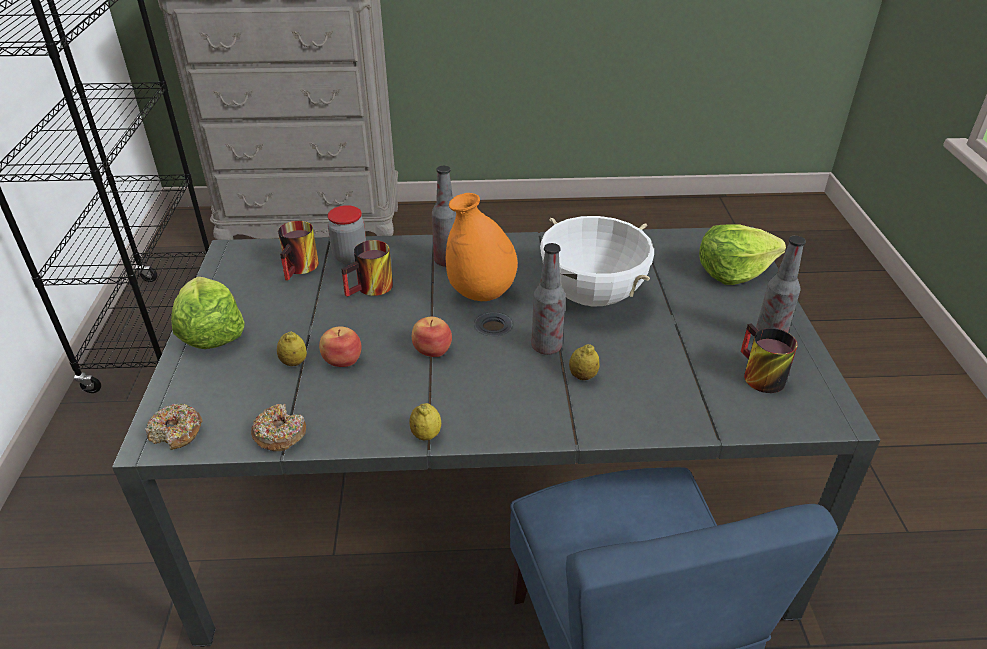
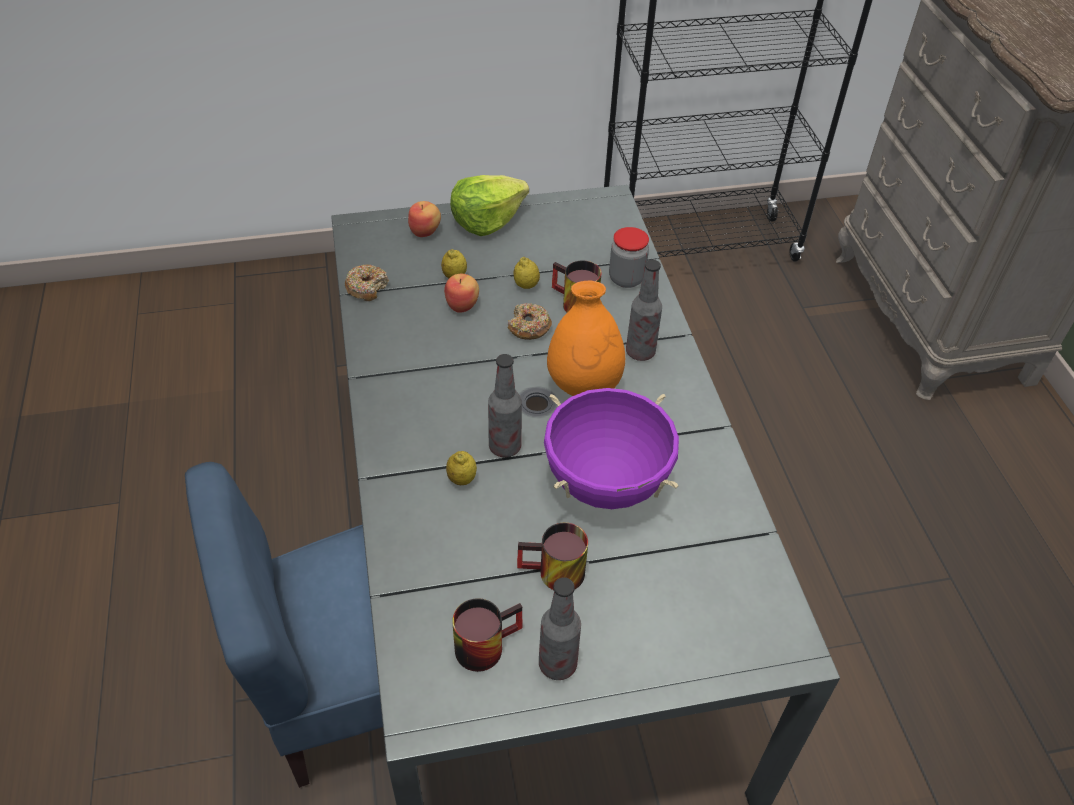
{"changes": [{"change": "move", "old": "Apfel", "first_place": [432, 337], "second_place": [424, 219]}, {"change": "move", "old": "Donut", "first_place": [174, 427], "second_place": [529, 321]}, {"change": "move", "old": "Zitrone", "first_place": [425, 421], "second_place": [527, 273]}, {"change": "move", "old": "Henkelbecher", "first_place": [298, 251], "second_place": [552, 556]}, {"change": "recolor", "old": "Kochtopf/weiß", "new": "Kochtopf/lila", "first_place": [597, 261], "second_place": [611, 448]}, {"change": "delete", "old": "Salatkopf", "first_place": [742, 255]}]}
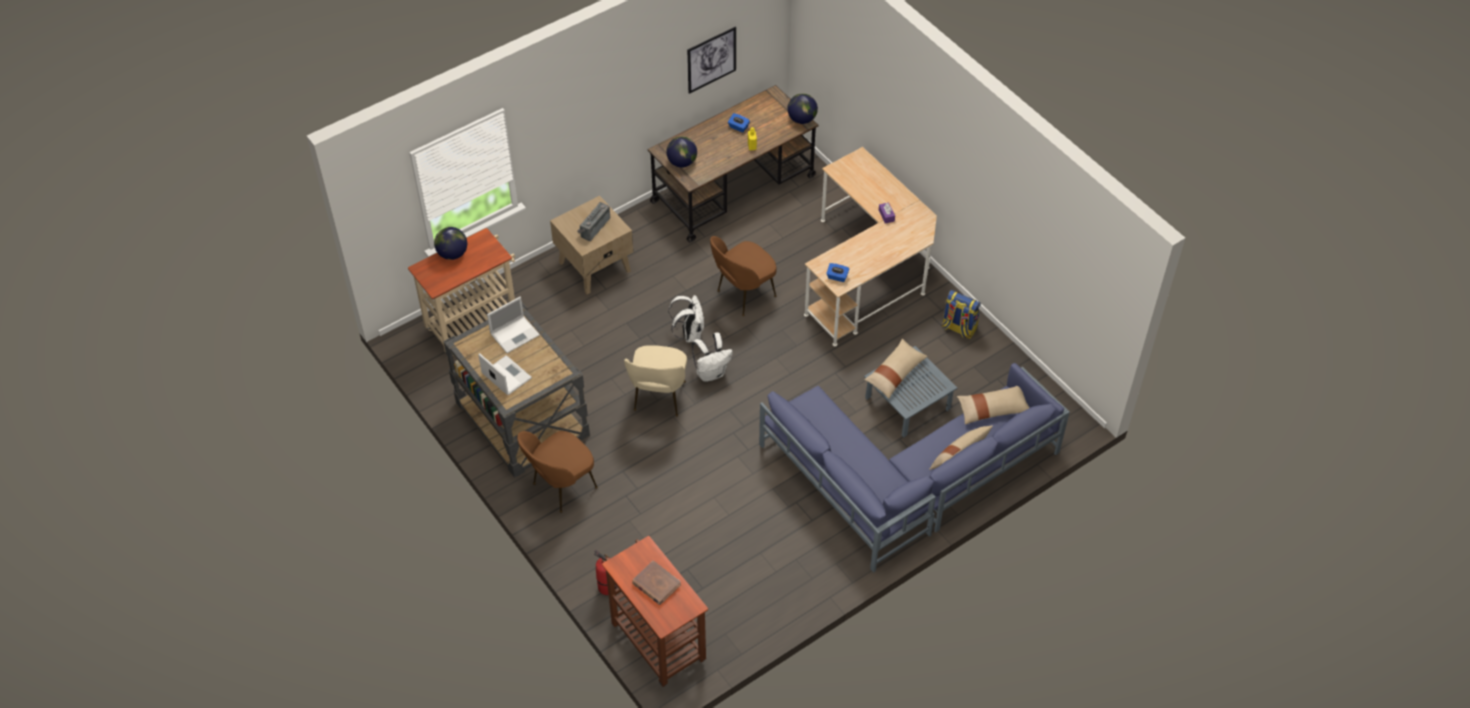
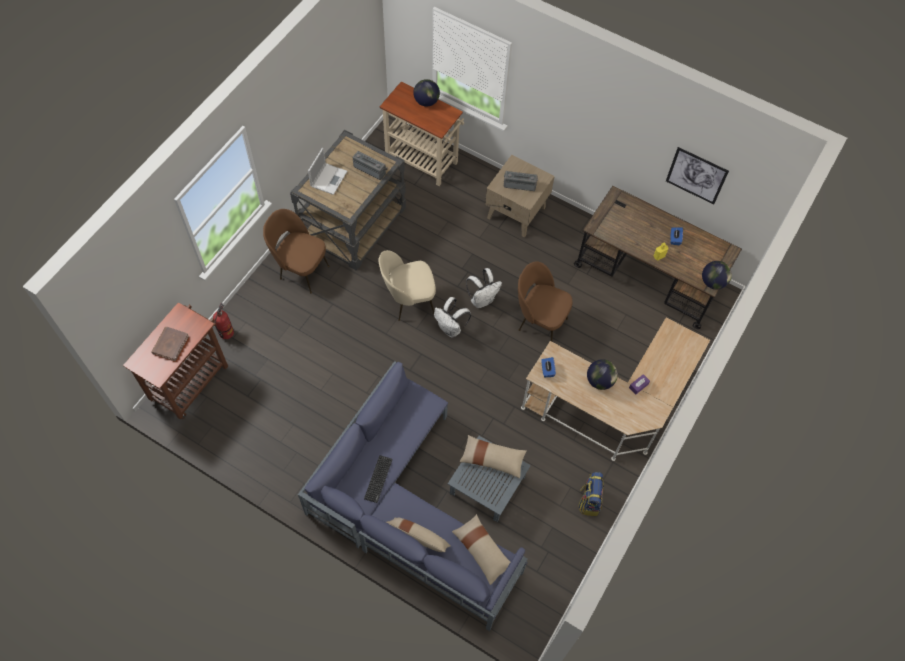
{"changes": [{"change": "replace", "old": "Laptop", "new": "Radio", "first_place": [513, 325], "second_place": [370, 165]}, {"change": "insert", "new": "Tastatur", "second_place": [378, 479]}, {"change": "move", "old": "Globus", "first_place": [681, 152], "second_place": [602, 374]}]}
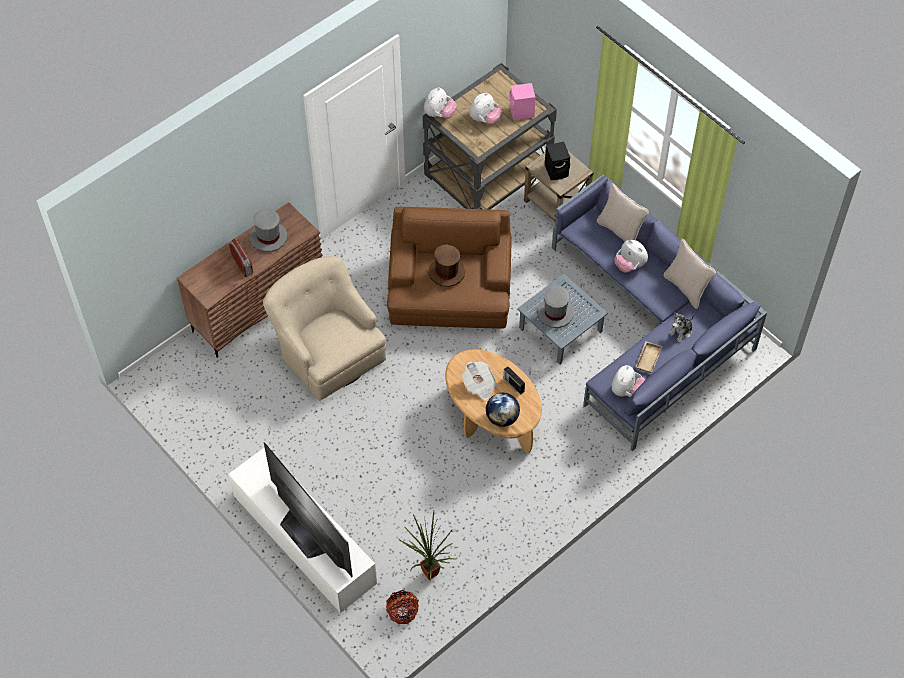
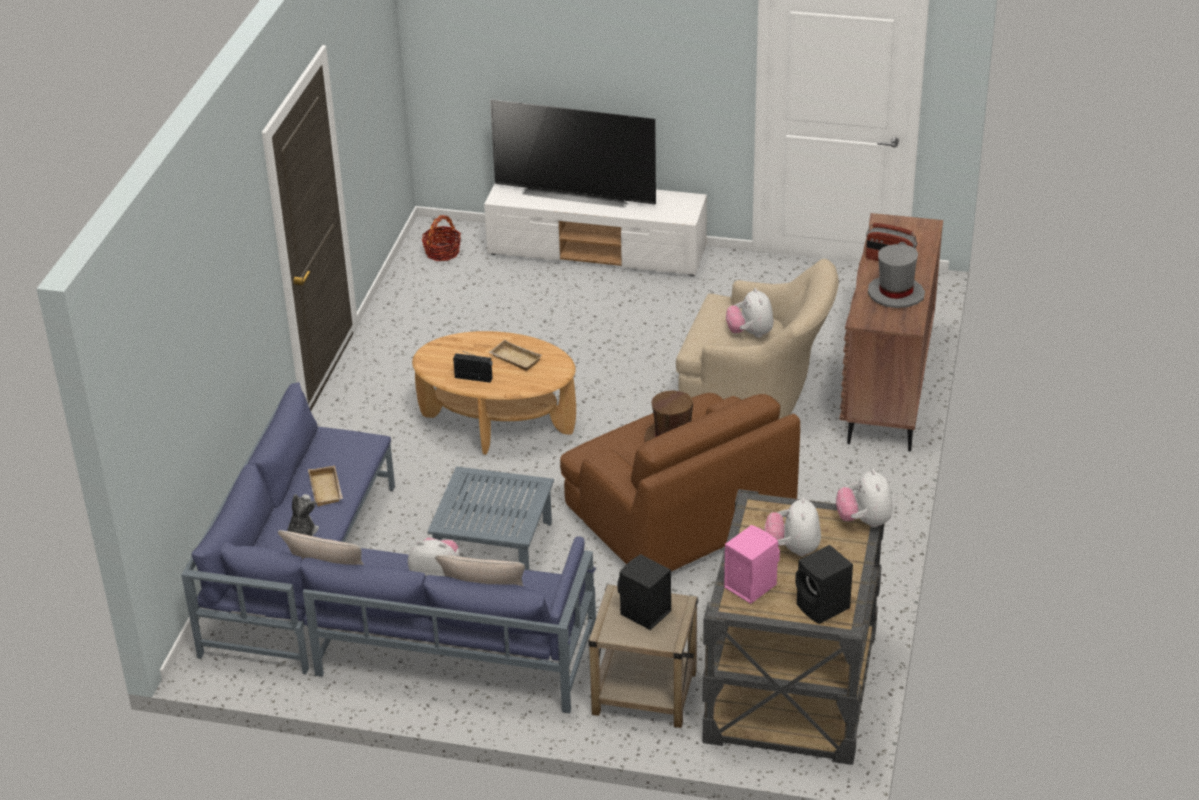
{"changes": [{"change": "replace", "old": "Zeitung", "new": "Tablett/beige", "first_place": [479, 380], "second_place": [515, 355]}, {"change": "move", "old": "Plüschtier", "first_place": [628, 381], "second_place": [750, 313]}, {"change": "insert", "new": "Lautsprecher/schwarz", "second_place": [824, 584]}, {"change": "delete", "old": "Topfpflanze", "first_place": [428, 546]}, {"change": "delete", "old": "Globus", "first_place": [503, 410]}, {"change": "delete", "old": "Hut/grau", "first_place": [555, 307]}]}
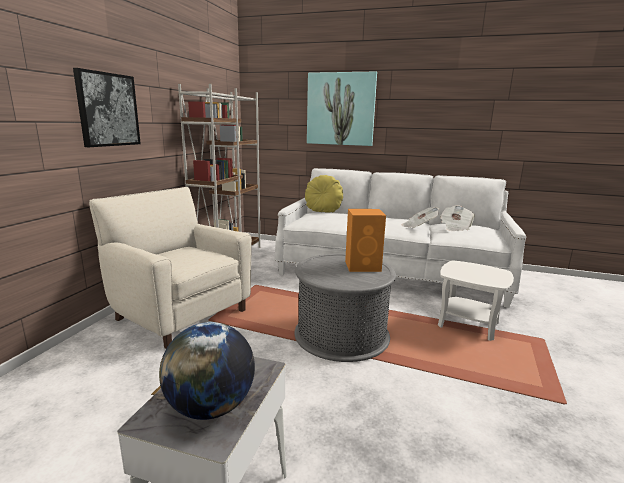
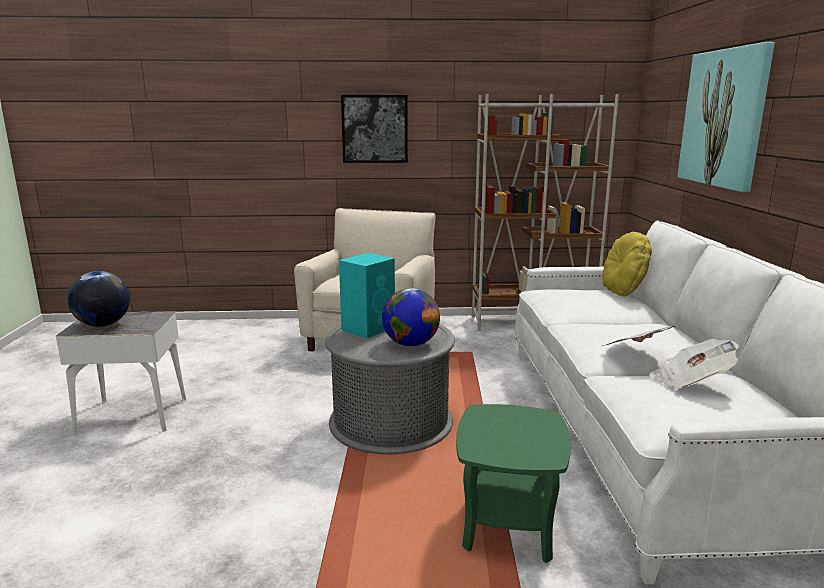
{"changes": [{"change": "insert", "new": "Lautsprecher/türkis", "second_place": [367, 296]}, {"change": "replace", "old": "Lautsprecher/orange", "new": "Globus", "first_place": [365, 240], "second_place": [411, 317]}, {"change": "recolor", "old": "Beistelltisch/weiß", "new": "Beistelltisch/grün", "first_place": [476, 300], "second_place": [513, 483]}]}
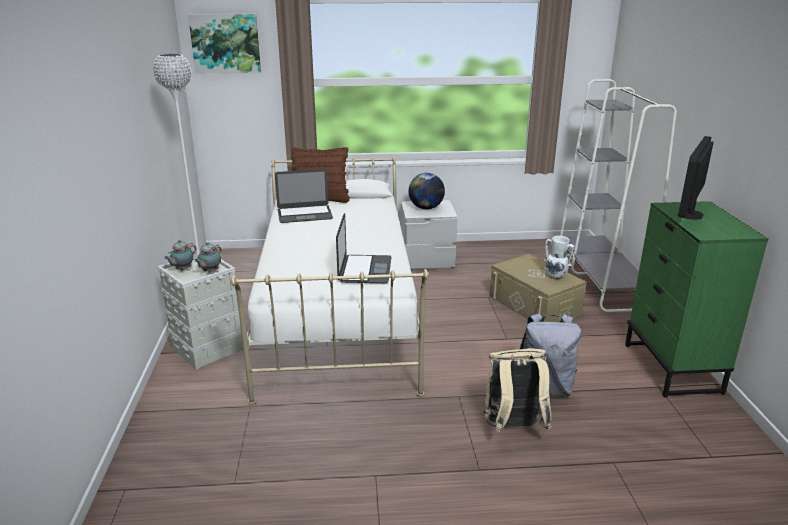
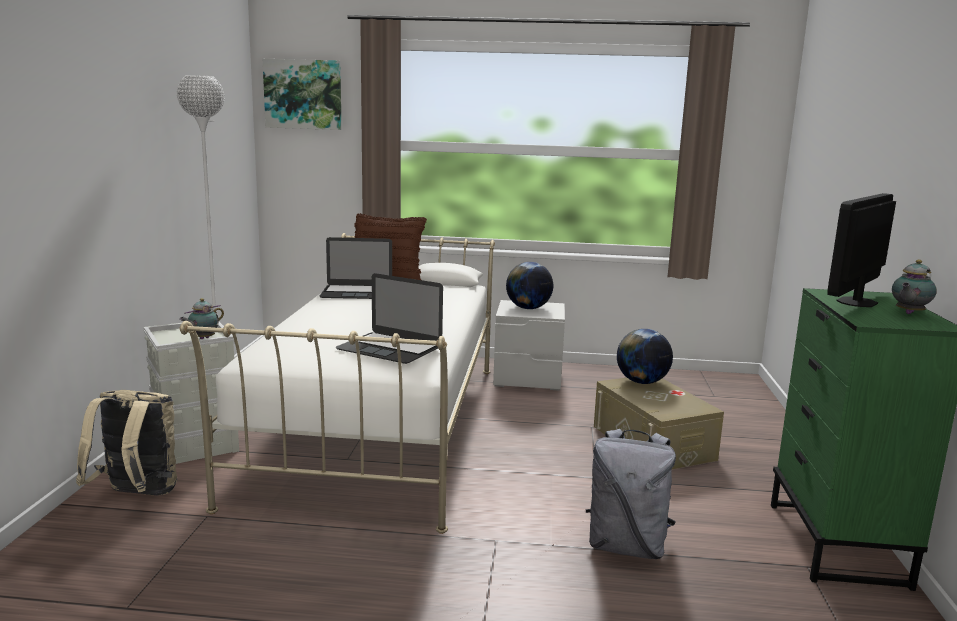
{"changes": [{"change": "move", "old": "Rucksack/beige", "first_place": [518, 390], "second_place": [126, 442]}, {"change": "rotate", "old": "Laptop", "first_place": [363, 248], "second_place": [389, 318], "degrees": 105}, {"change": "insert", "new": "Globus", "second_place": [645, 356]}, {"change": "move", "old": "Teekanne", "first_place": [180, 255], "second_place": [914, 287]}, {"change": "delete", "old": "Vase/weiß", "first_place": [559, 257]}, {"change": "delete", "old": "Kleiderständer/grau", "first_place": [618, 195]}]}
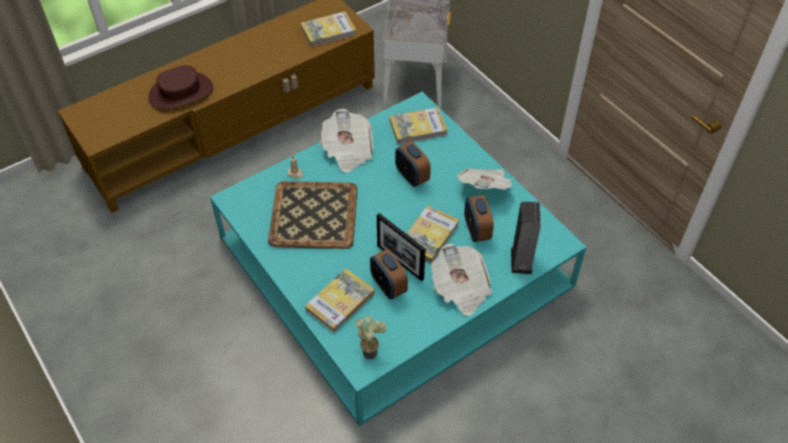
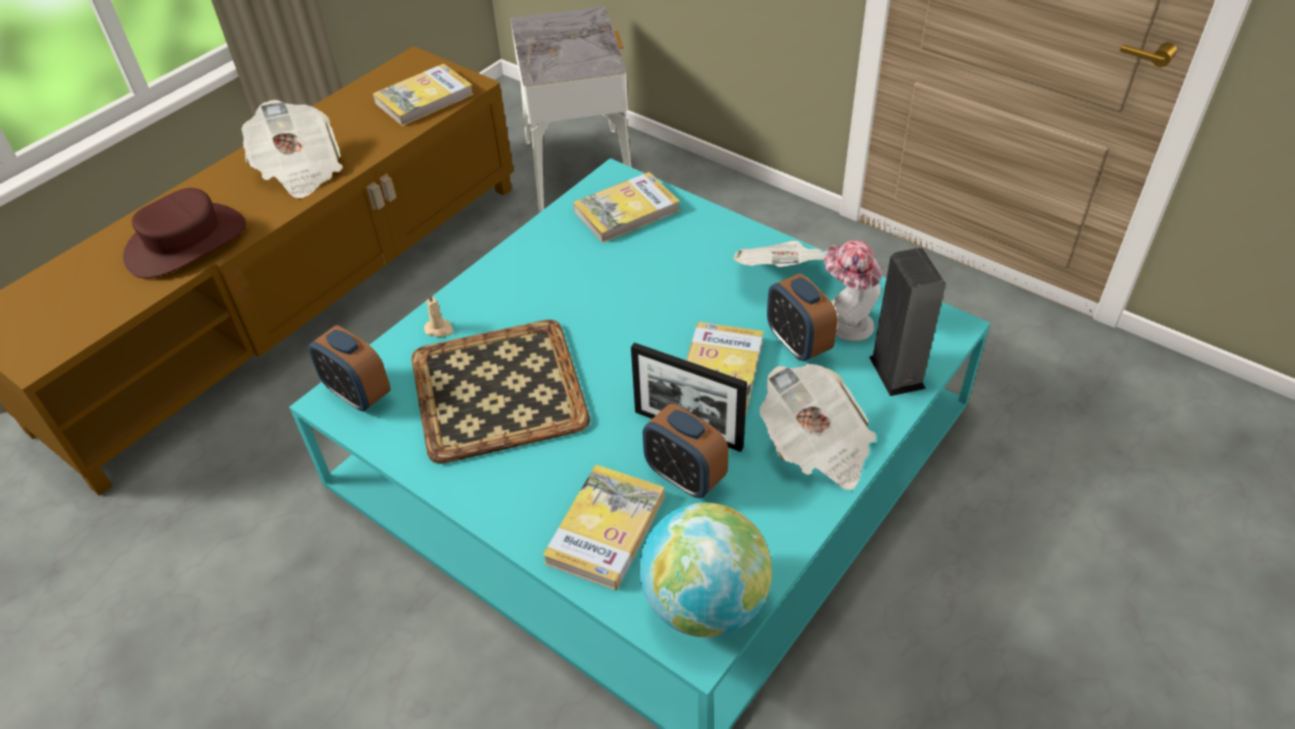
{"changes": [{"change": "move", "old": "Zeitung", "first_place": [347, 141], "second_place": [292, 149]}, {"change": "move", "old": "Wecker", "first_place": [413, 164], "second_place": [349, 368]}, {"change": "replace", "old": "Topfpflanze", "new": "Globus", "first_place": [370, 337], "second_place": [705, 570]}, {"change": "insert", "new": "Hut", "second_place": [853, 290]}]}
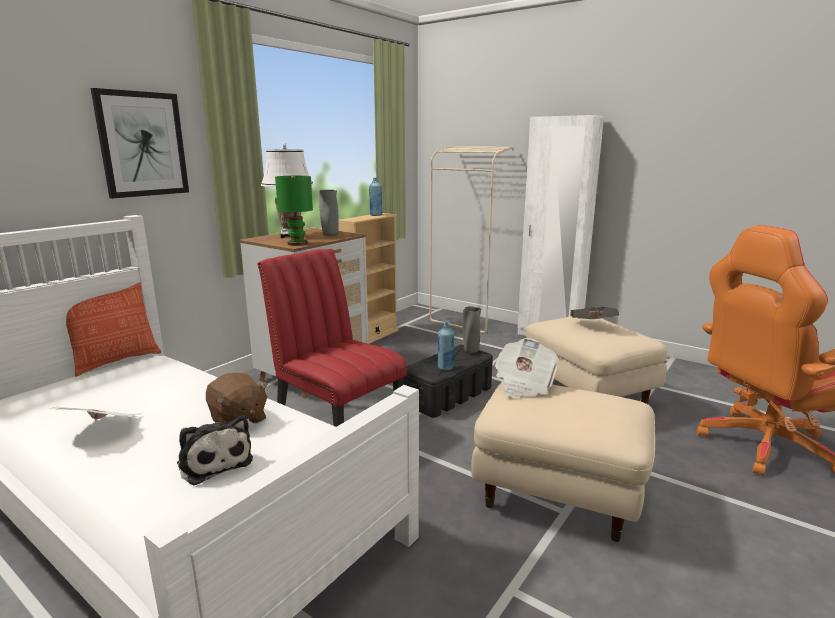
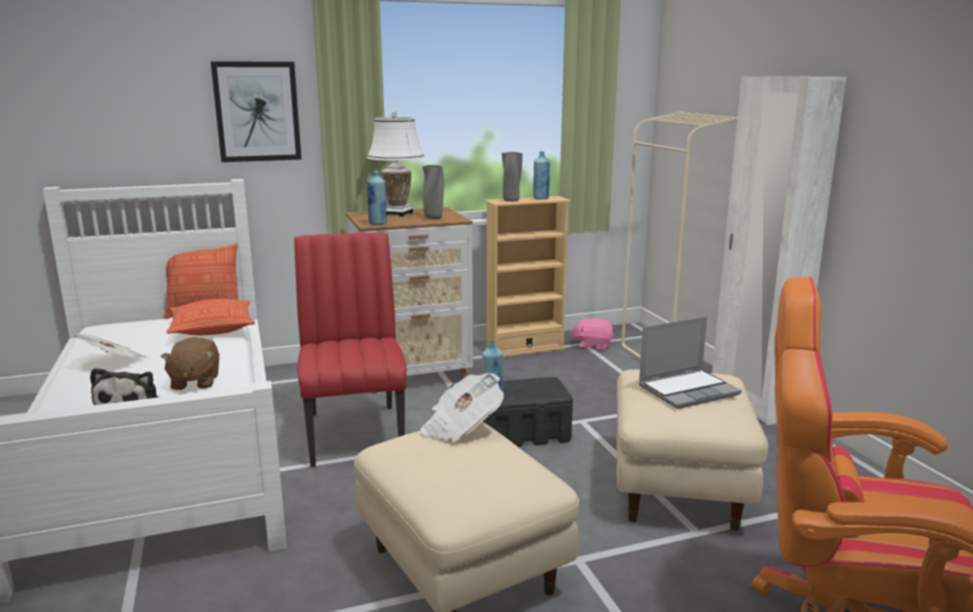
{"changes": [{"change": "insert", "new": "Kissen/orange", "second_place": [210, 317]}, {"change": "replace", "old": "Tischlampe/grün", "new": "Flasche/blau", "first_place": [294, 211], "second_place": [377, 197]}, {"change": "move", "old": "Vase/grau", "first_place": [471, 329], "second_place": [512, 177]}, {"change": "insert", "new": "Plüschtier/rosa", "second_place": [592, 334]}, {"change": "replace", "old": "Zeitung", "new": "Laptop", "first_place": [594, 313], "second_place": [690, 362]}]}
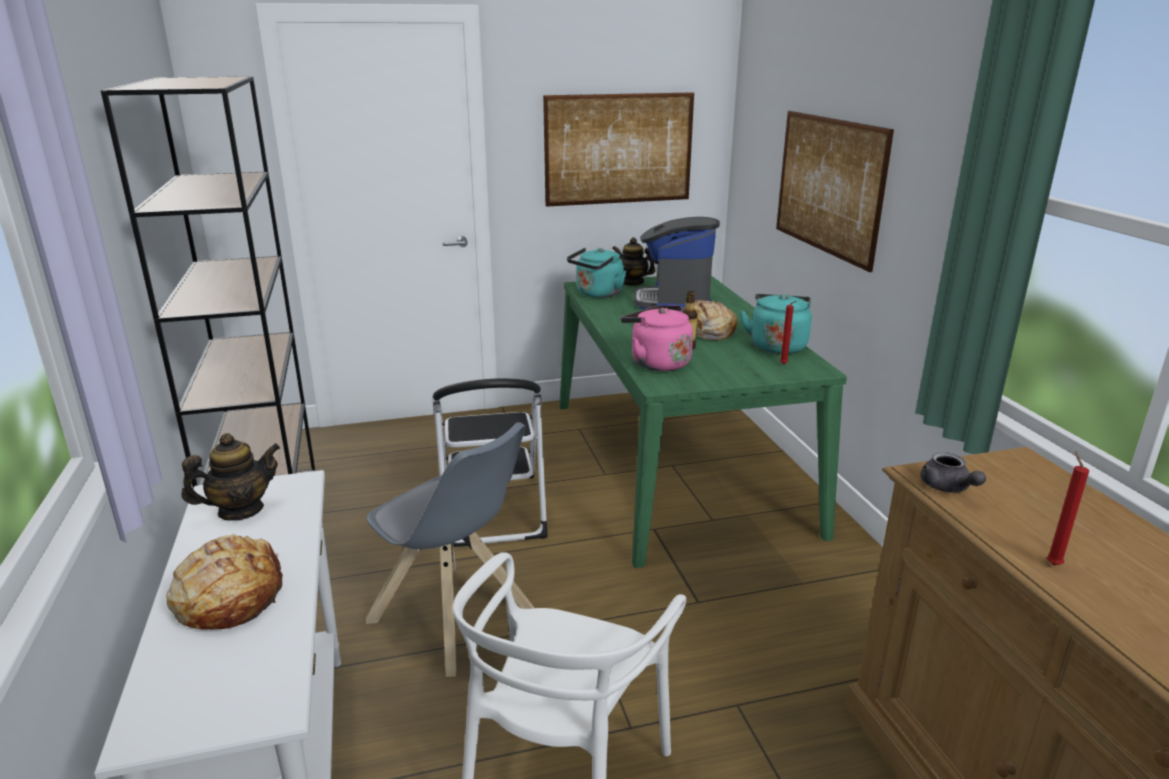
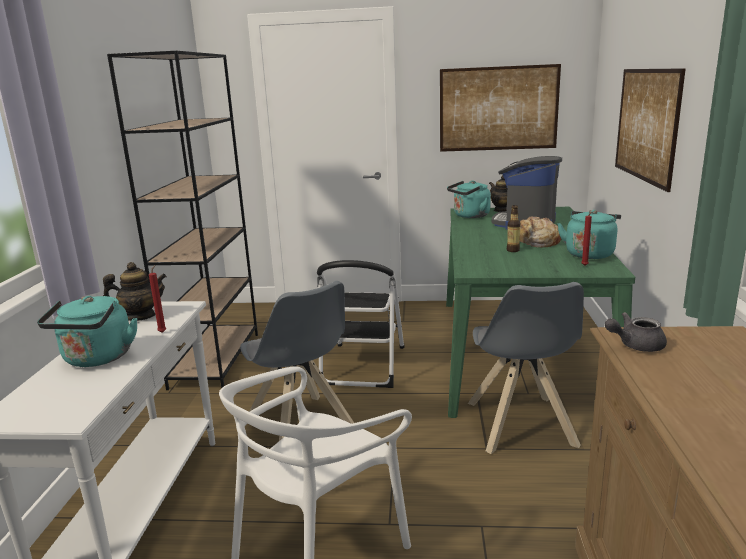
{"changes": [{"change": "replace", "old": "Brot", "new": "Wasserkessel/türkis", "first_place": [224, 582], "second_place": [87, 331]}, {"change": "move", "old": "Kerze/rot", "first_place": [1068, 508], "second_place": [157, 299]}, {"change": "insert", "new": "Stuhl/grau", "second_place": [526, 368]}, {"change": "rotate", "old": "Teekanne/grau", "first_place": [953, 472], "second_place": [636, 332], "degrees": 75}, {"change": "delete", "old": "Wasserkessel/rosa", "first_place": [657, 338]}]}
